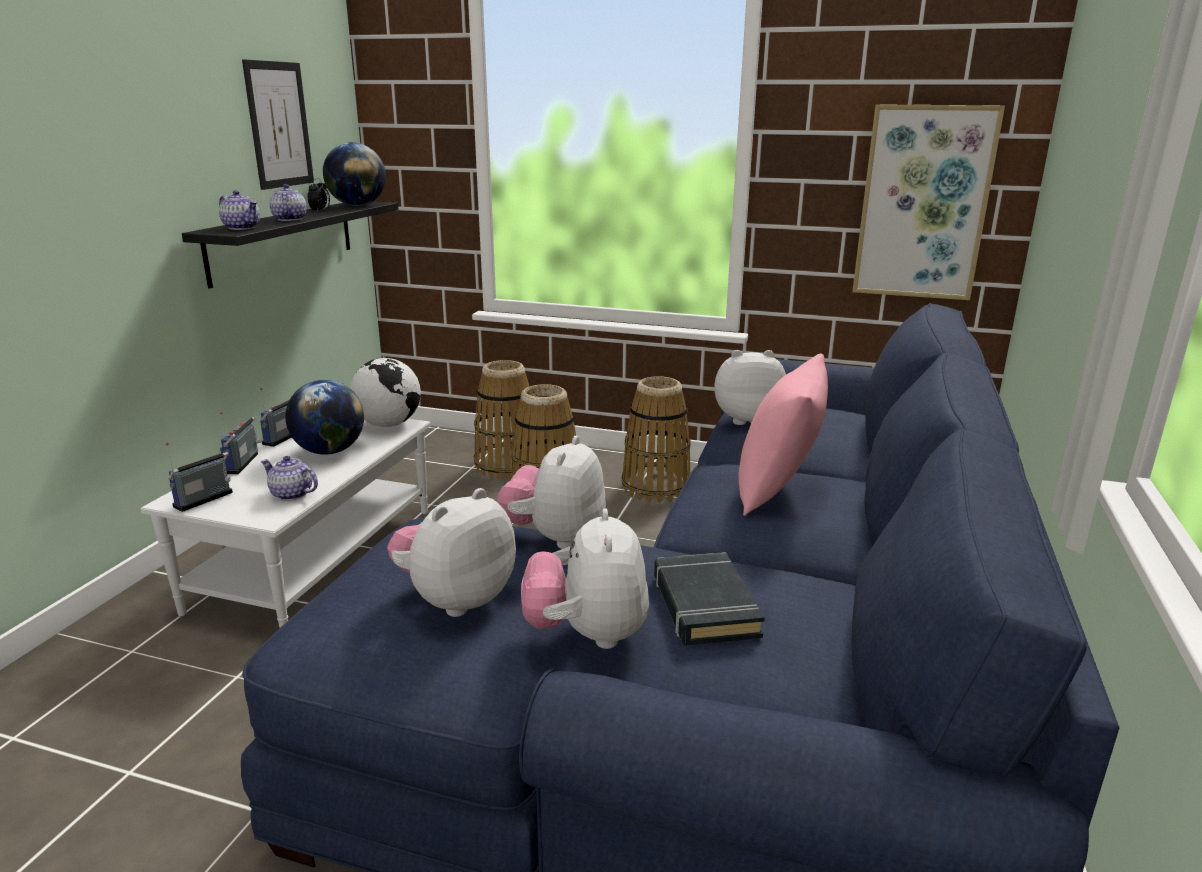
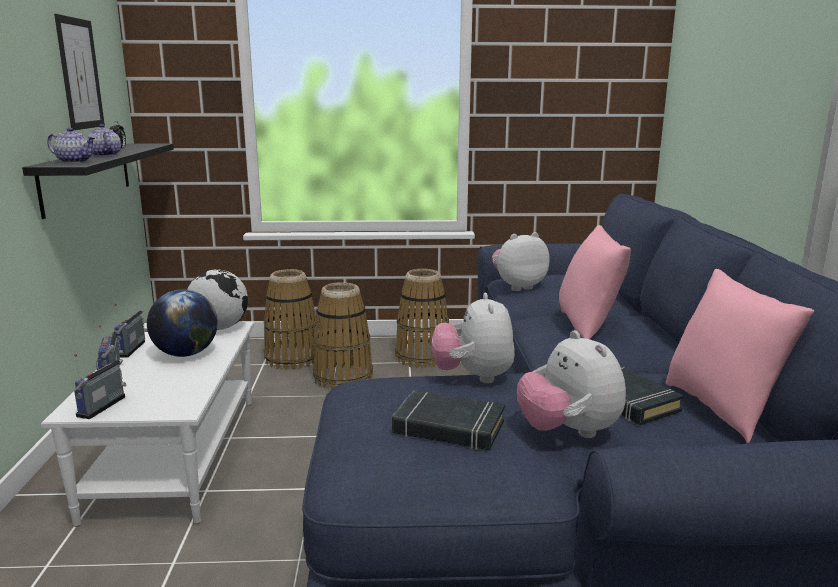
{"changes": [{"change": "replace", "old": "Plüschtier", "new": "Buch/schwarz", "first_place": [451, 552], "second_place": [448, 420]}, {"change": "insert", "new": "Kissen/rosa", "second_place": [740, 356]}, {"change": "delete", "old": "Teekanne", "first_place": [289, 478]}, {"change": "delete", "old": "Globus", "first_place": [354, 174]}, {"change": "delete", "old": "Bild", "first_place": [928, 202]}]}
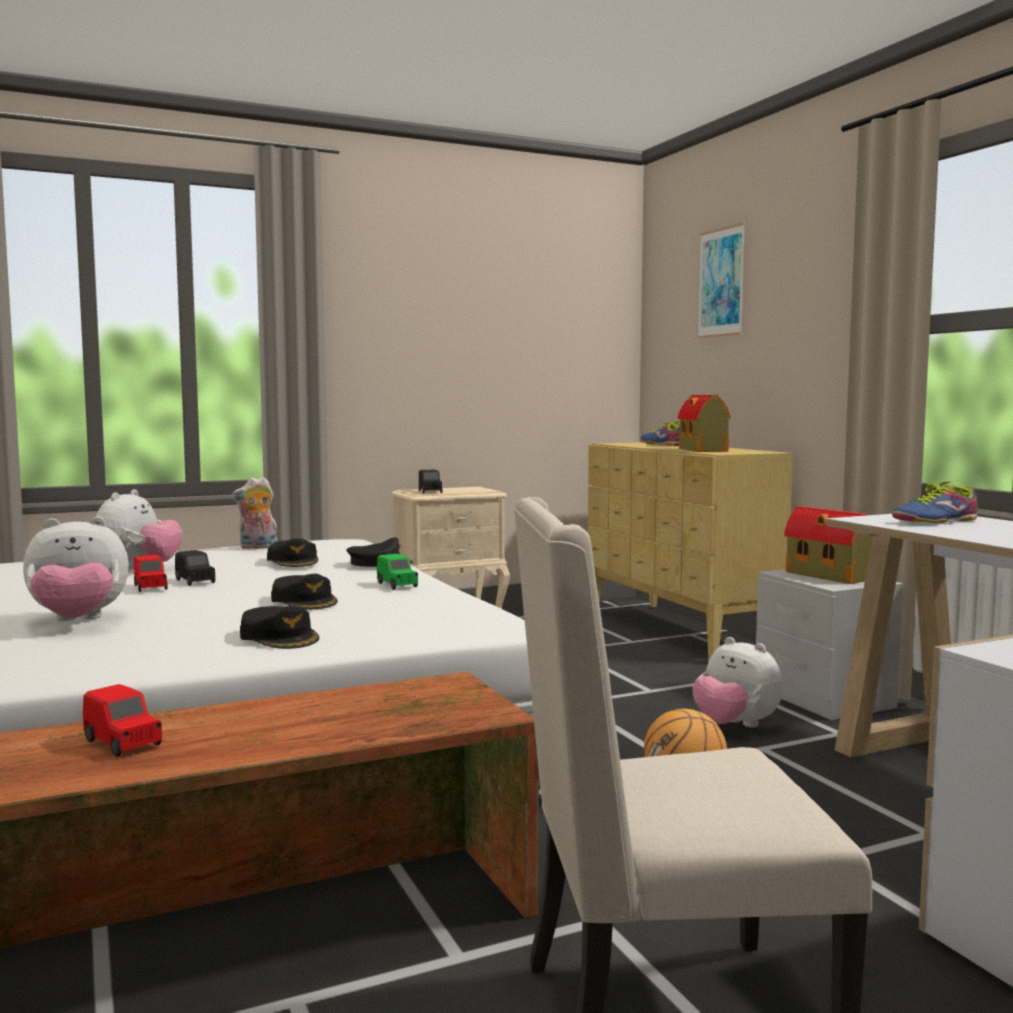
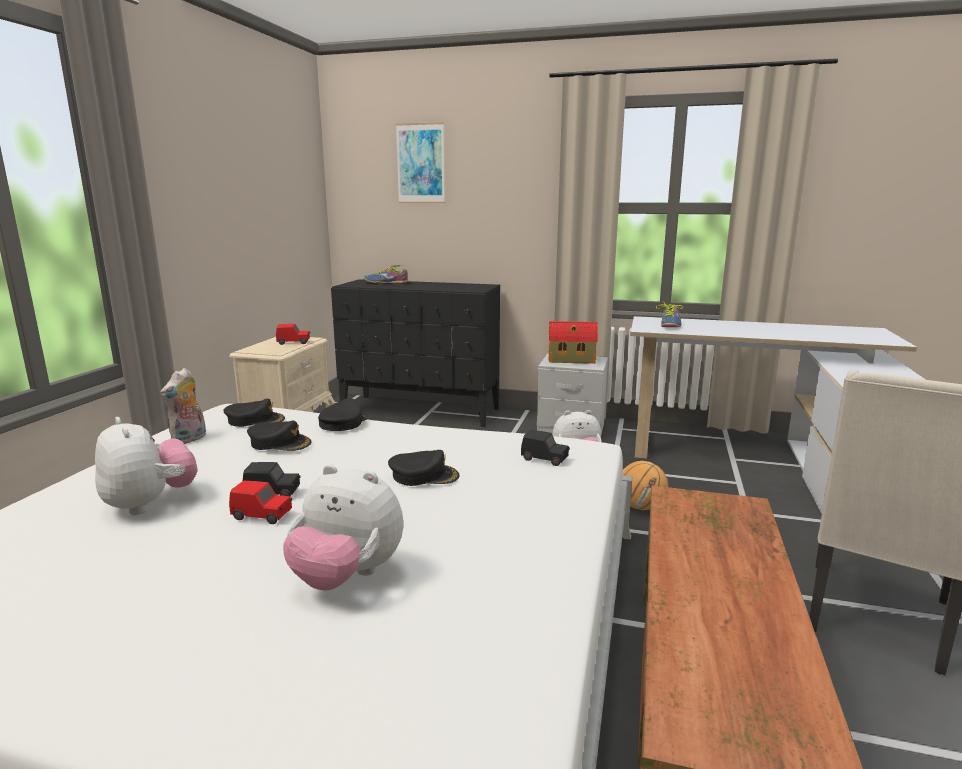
{"changes": [{"change": "move", "old": "Kappe/schwarz", "first_place": [279, 627], "second_place": [254, 413]}, {"change": "move", "old": "Spielzeugauto/rot", "first_place": [122, 720], "second_place": [293, 334]}, {"change": "rotate", "old": "Plüschtier", "first_place": [76, 568], "second_place": [343, 527], "degrees": 90}, {"change": "recolor", "old": "Kommode/beige", "new": "Kommode/schwarz", "first_place": [690, 551], "second_place": [415, 353]}, {"change": "move", "old": "Spielzeugauto/schwarz", "first_place": [430, 482], "second_place": [545, 448]}, {"change": "delete", "old": "Spielzeugauto/grün", "first_place": [397, 572]}, {"change": "delete", "old": "Spielzeughaus", "first_place": [704, 423]}]}
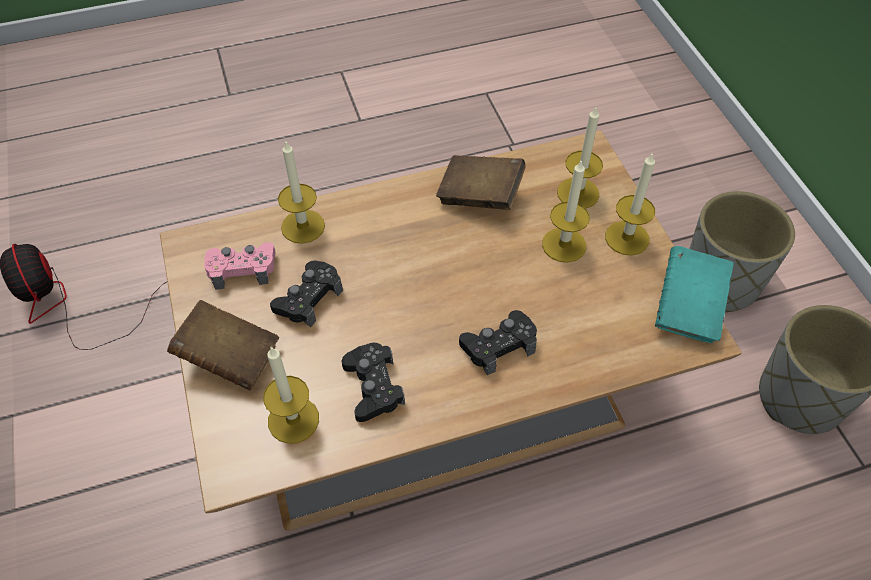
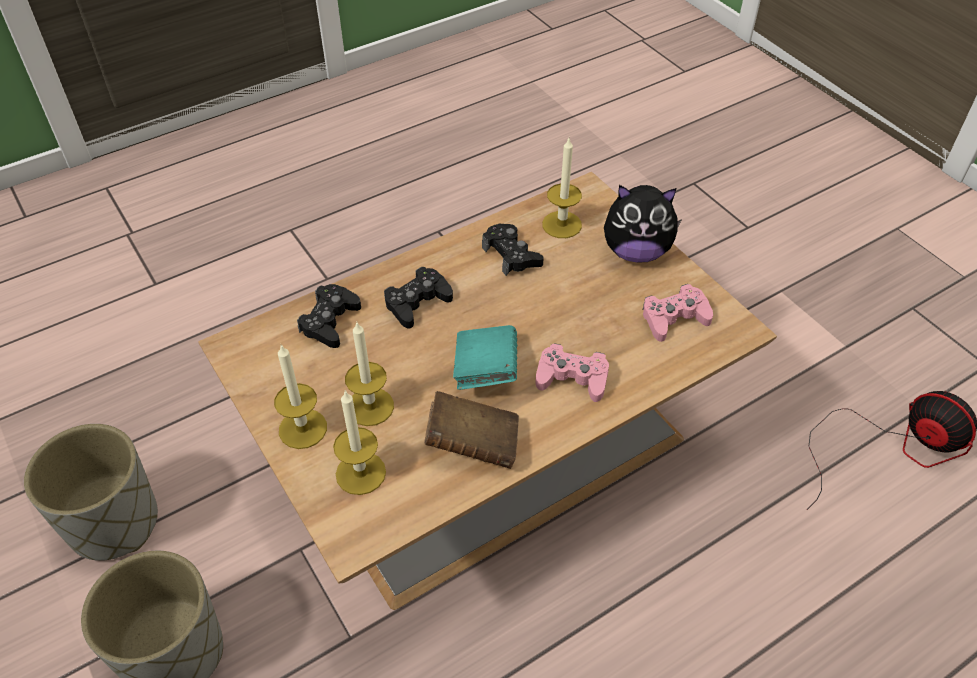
{"changes": [{"change": "move", "old": "Gamepad/schwarz", "first_place": [306, 294], "second_place": [329, 316]}, {"change": "move", "old": "Buch/türkis", "first_place": [694, 294], "second_place": [485, 357]}, {"change": "insert", "new": "Gamepad/rosa", "second_place": [572, 372]}, {"change": "replace", "old": "Buch/braun", "new": "Plüschtier", "first_place": [223, 345], "second_place": [643, 224]}, {"change": "delete", "old": "Kerze", "first_place": [301, 193]}]}
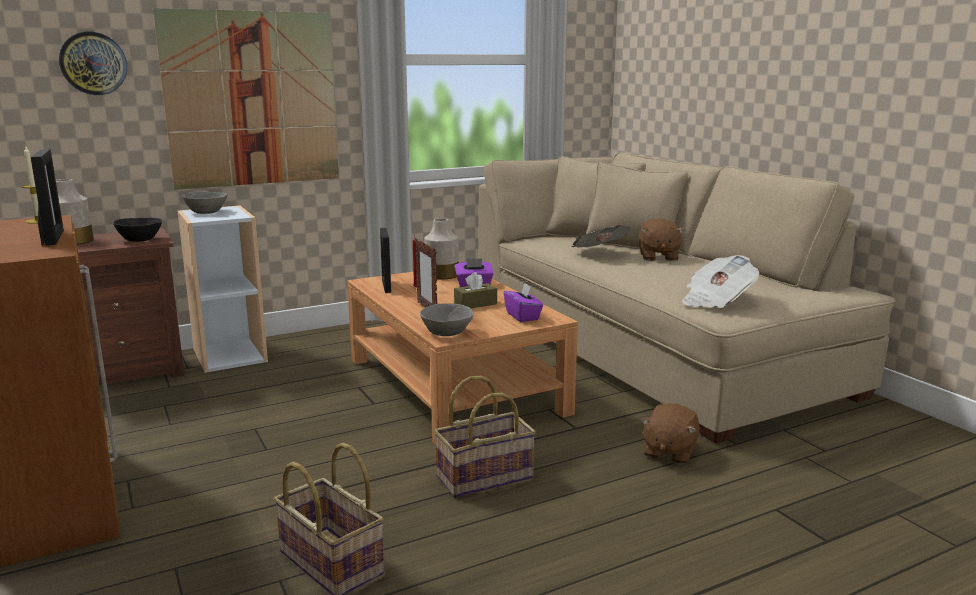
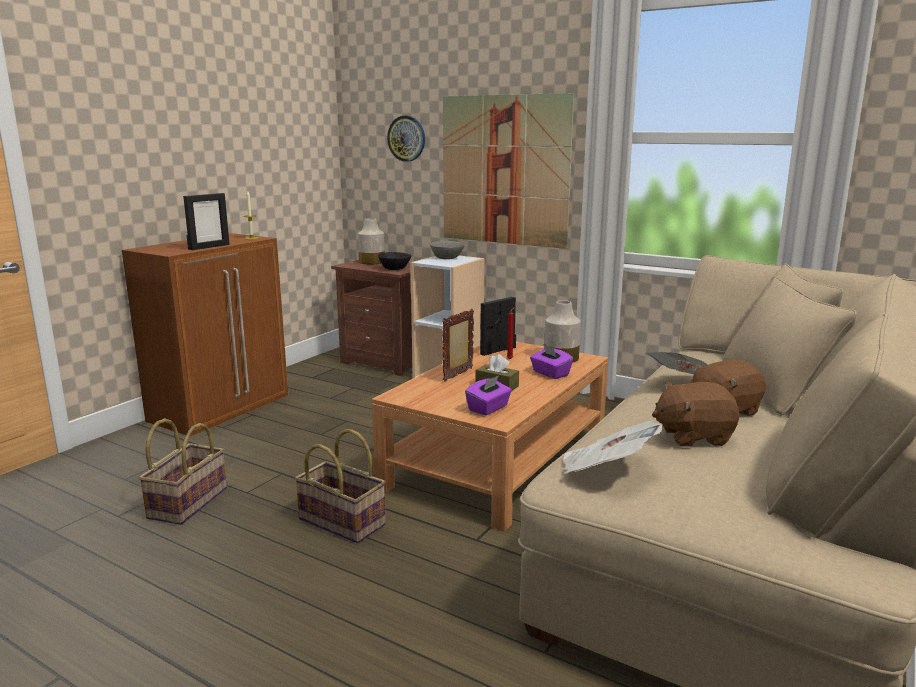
{"changes": [{"change": "move", "old": "Plüschtier/braun", "first_place": [670, 434], "second_place": [695, 414]}, {"change": "delete", "old": "Schüssel/grau", "first_place": [447, 319]}]}
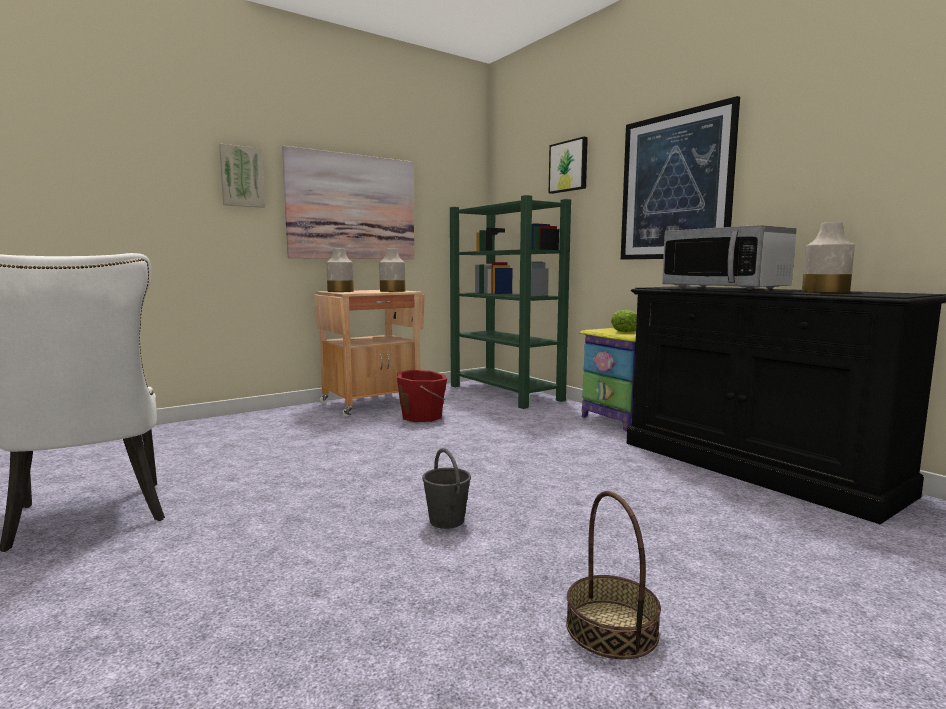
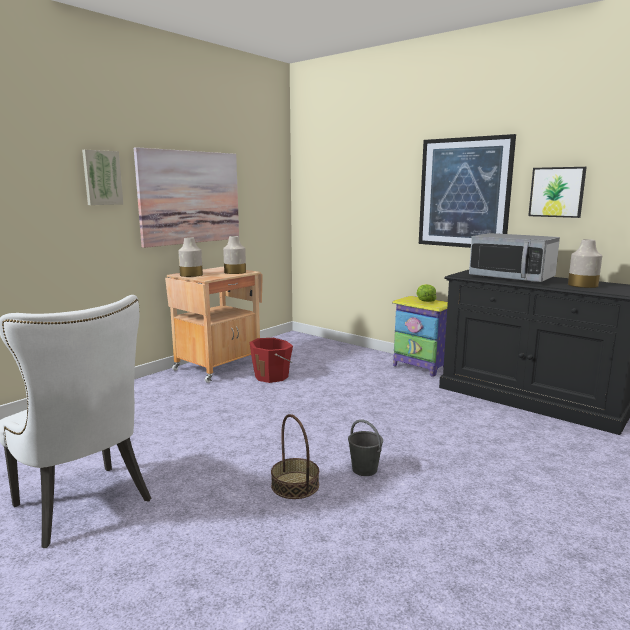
{"changes": [{"change": "move", "old": "Korb", "first_place": [613, 575], "second_place": [295, 456]}, {"change": "move", "old": "Bild", "first_place": [568, 165], "second_place": [557, 192]}, {"change": "delete", "old": "Bücherregal/grün", "first_place": [510, 302]}]}
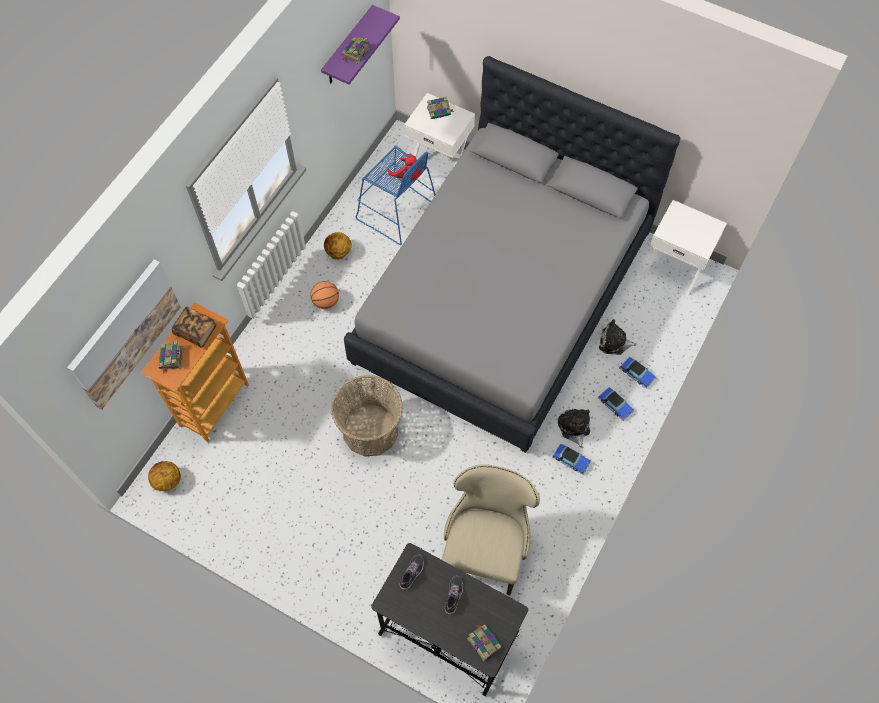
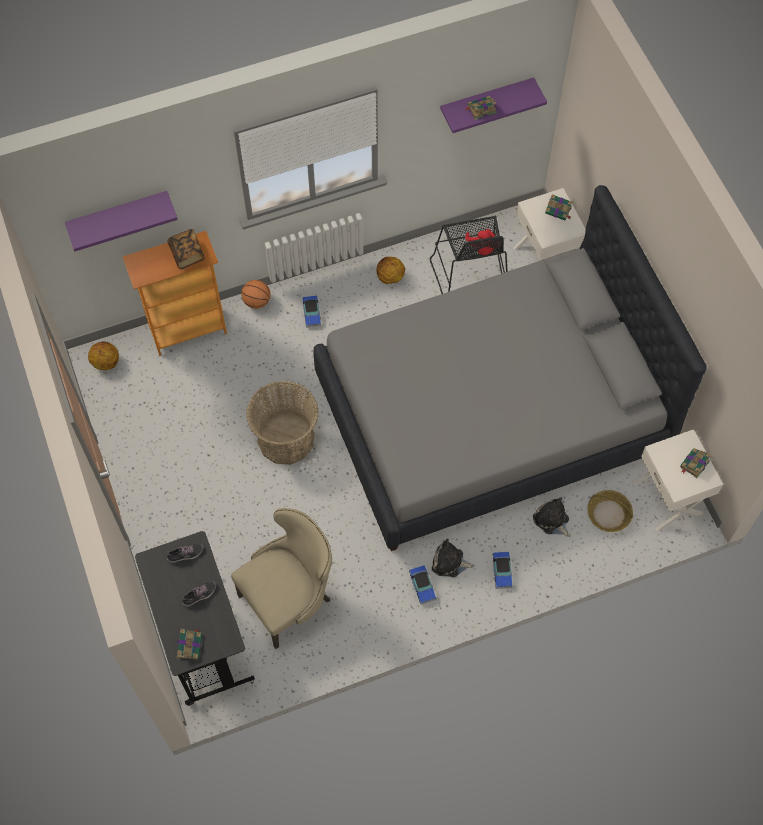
{"changes": [{"change": "replace", "old": "Bild", "new": "Wandregal/lila", "first_place": [124, 334], "second_place": [121, 221]}, {"change": "move", "old": "Basketball", "first_place": [325, 295], "second_place": [256, 294]}, {"change": "move", "old": "Spielzeugauto", "first_place": [638, 373], "second_place": [311, 311]}, {"change": "recolor", "old": "Hocker/blau", "new": "Hocker/schwarz", "first_place": [396, 195], "second_place": [469, 255]}, {"change": "rotate", "old": "Plüschtier", "first_place": [574, 428], "second_place": [453, 558], "degrees": -105}, {"change": "insert", "new": "Korb", "second_place": [610, 511]}, {"change": "move", "old": "Buch", "first_place": [171, 356], "second_place": [695, 463]}]}
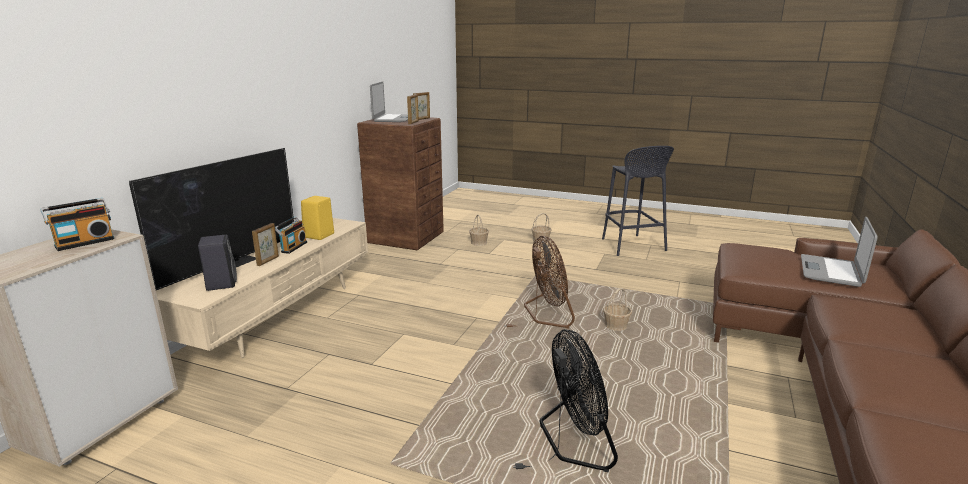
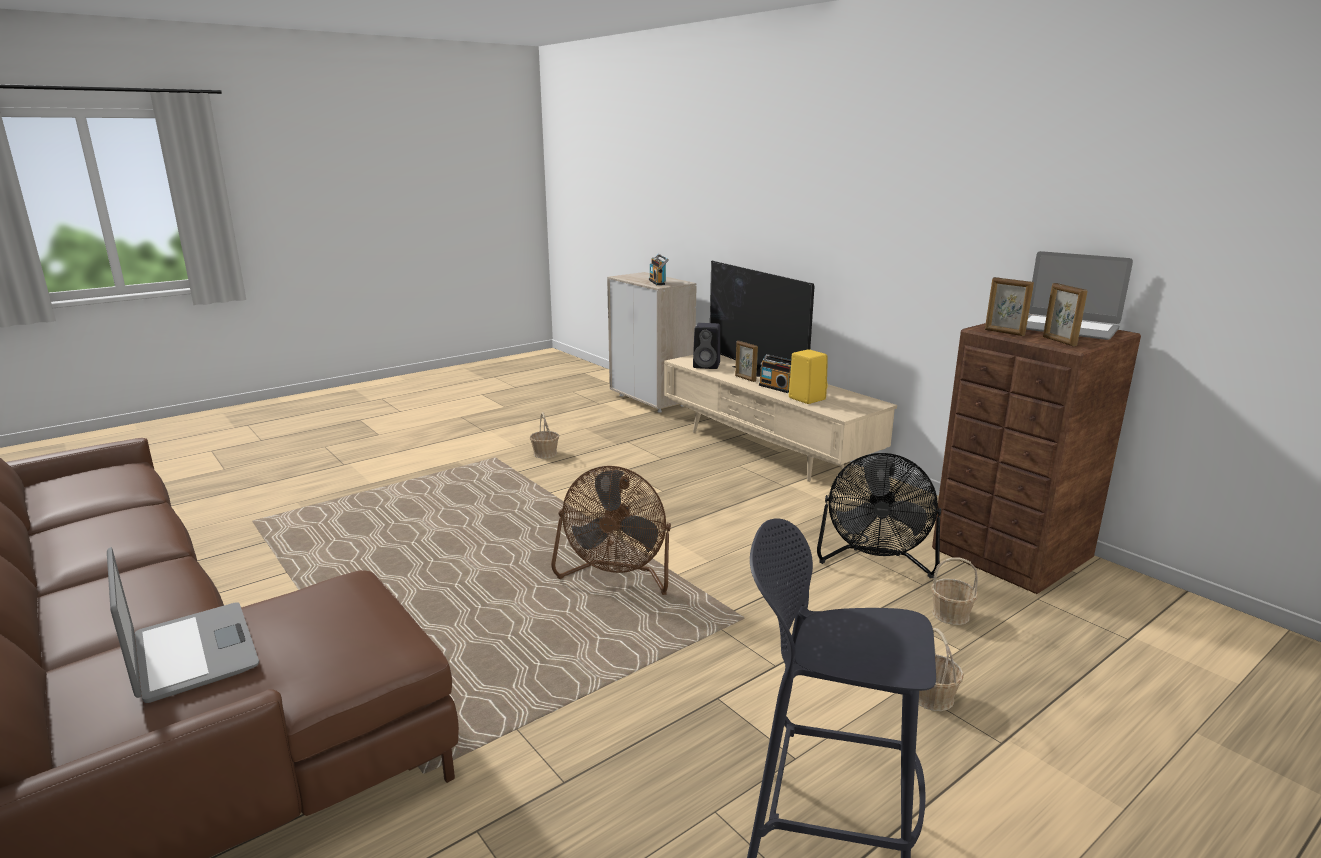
{"changes": [{"change": "move", "old": "Korb", "first_place": [617, 309], "second_place": [544, 435]}, {"change": "move", "old": "Ventilator/schwarz", "first_place": [565, 400], "second_place": [879, 516]}]}
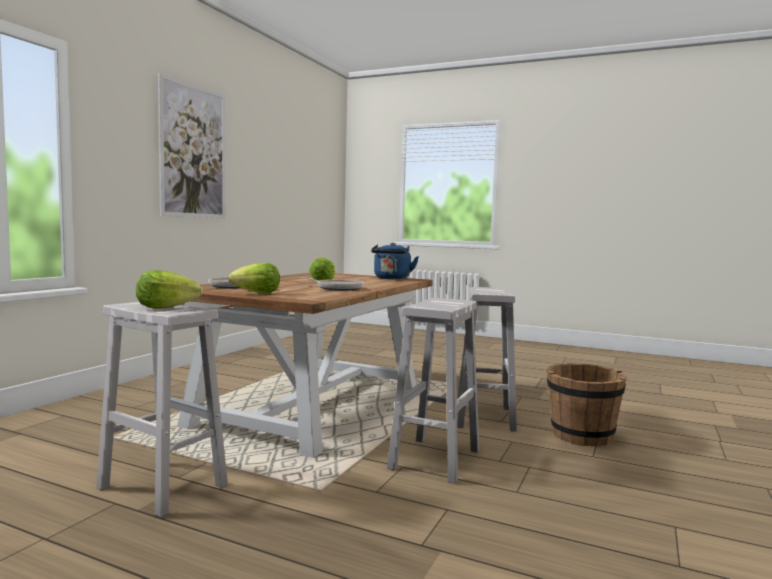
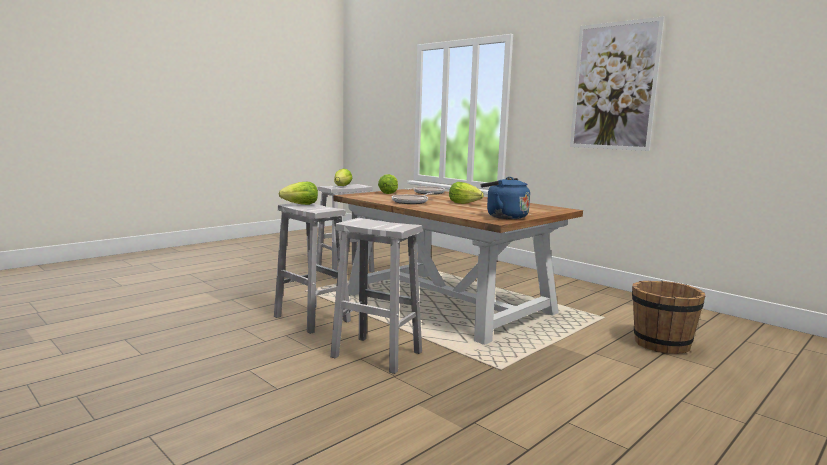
{"changes": [{"change": "insert", "new": "Salatkopf", "second_place": [298, 193]}, {"change": "move", "old": "Eimer/braun", "first_place": [587, 405], "second_place": [668, 317]}]}
